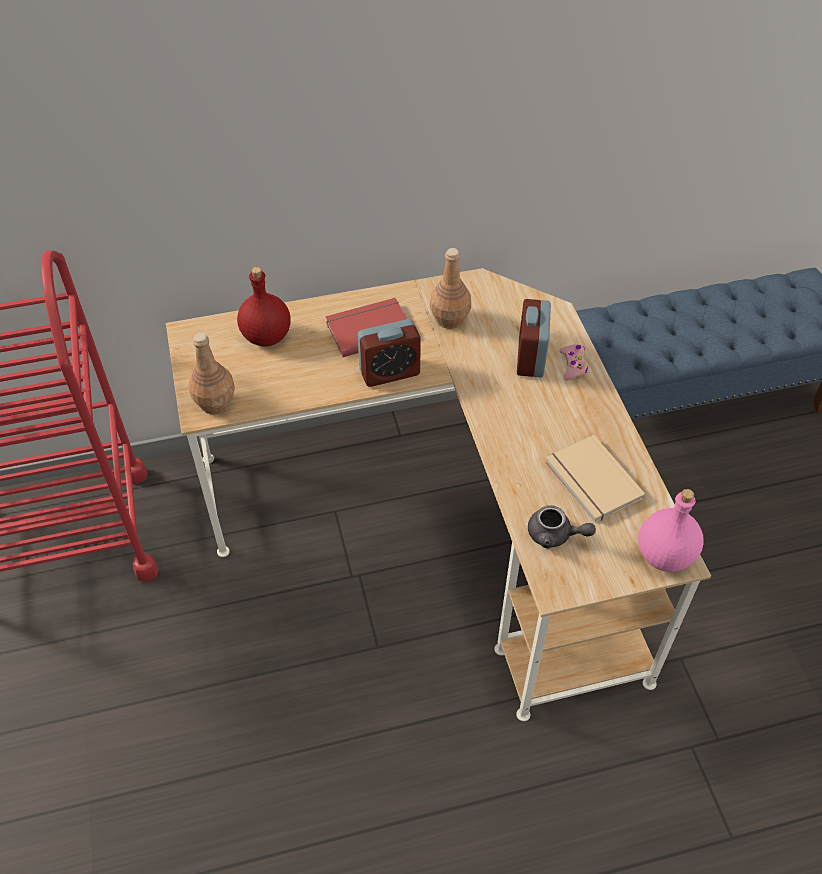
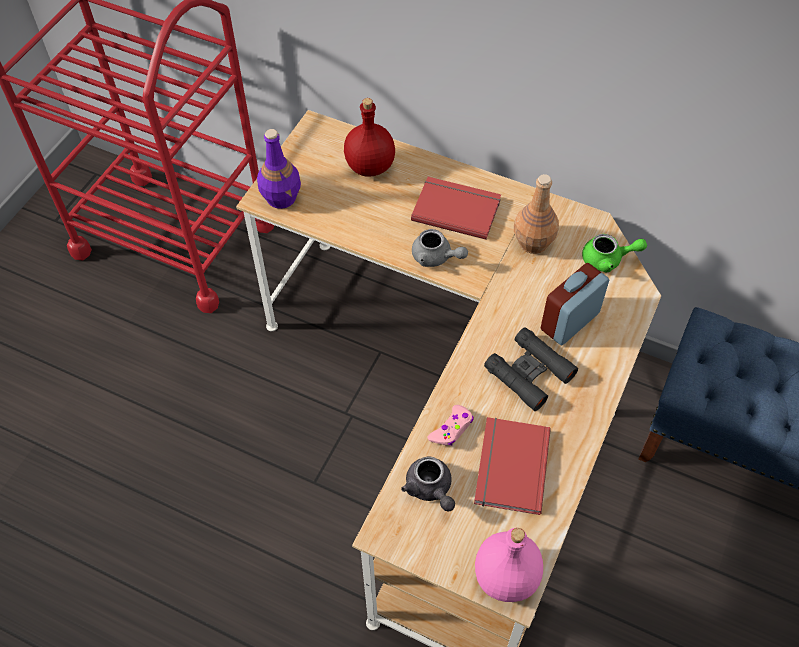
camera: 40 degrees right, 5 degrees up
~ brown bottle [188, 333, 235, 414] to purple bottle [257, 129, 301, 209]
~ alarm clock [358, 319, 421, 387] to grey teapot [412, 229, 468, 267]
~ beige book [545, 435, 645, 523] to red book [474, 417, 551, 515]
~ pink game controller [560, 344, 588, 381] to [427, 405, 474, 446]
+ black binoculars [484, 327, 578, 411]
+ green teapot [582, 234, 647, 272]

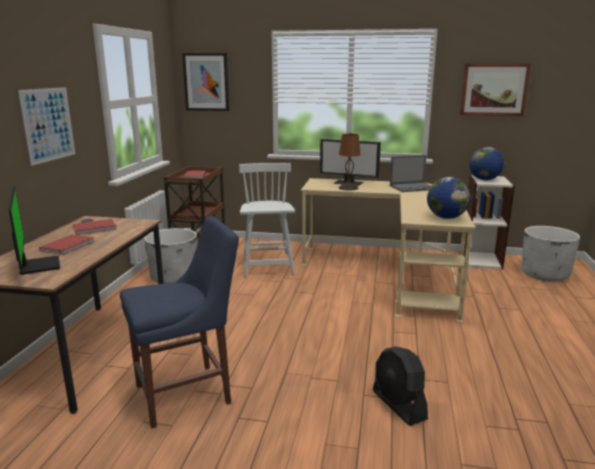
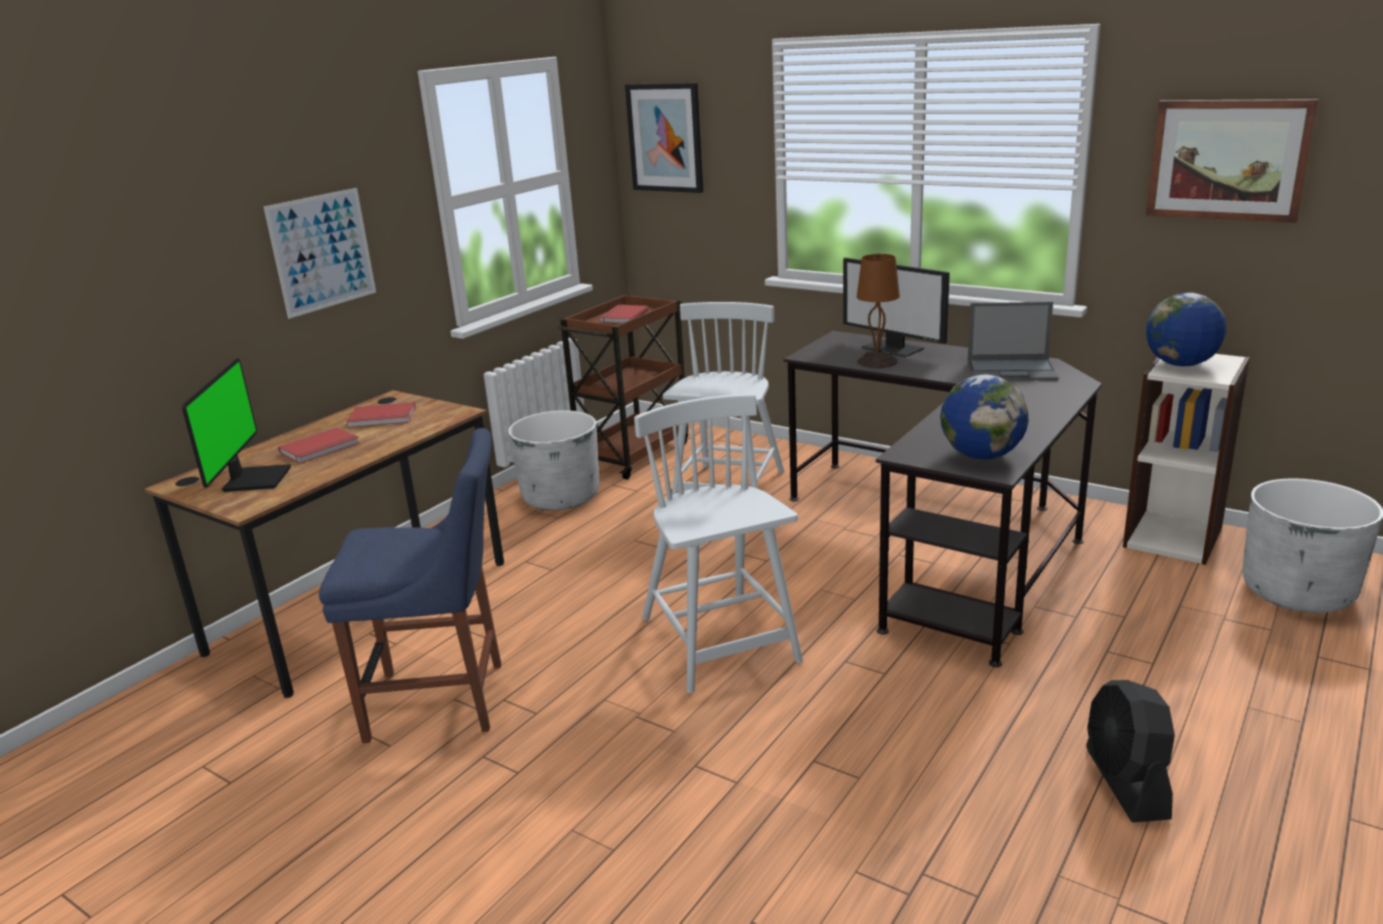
camera: 25 degrees right, 5 degrees up
~ beige desk [301, 178, 475, 322] to black desk [784, 331, 1102, 667]
~ black fan [373, 346, 428, 426] to [1086, 680, 1175, 823]
+ white chair [634, 394, 803, 694]

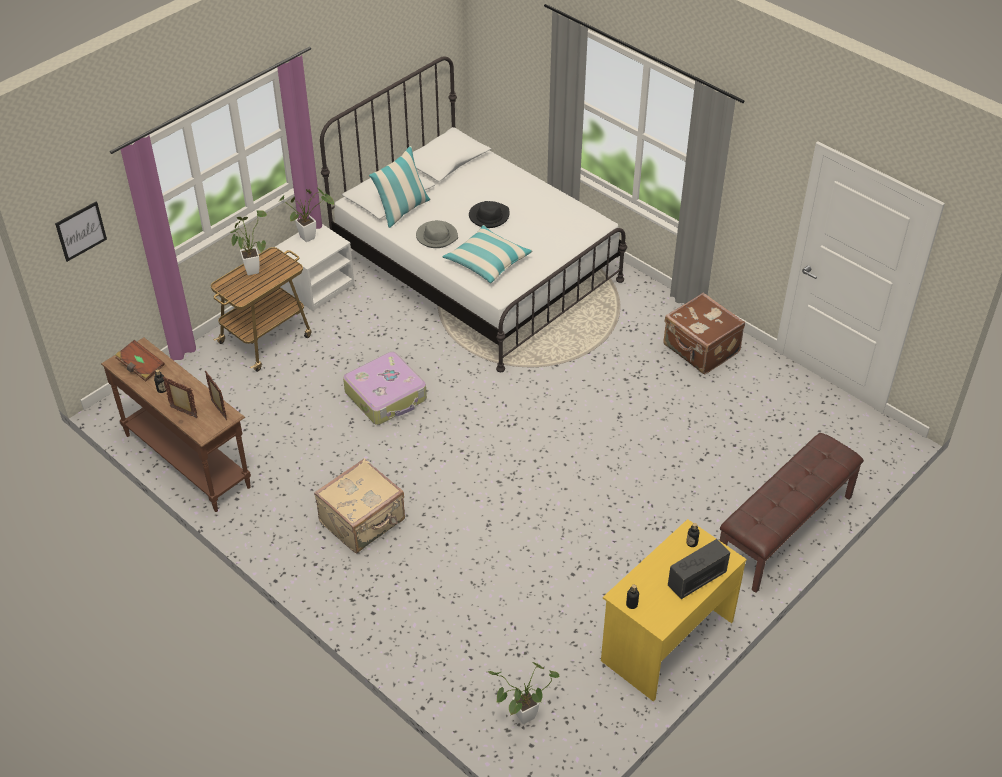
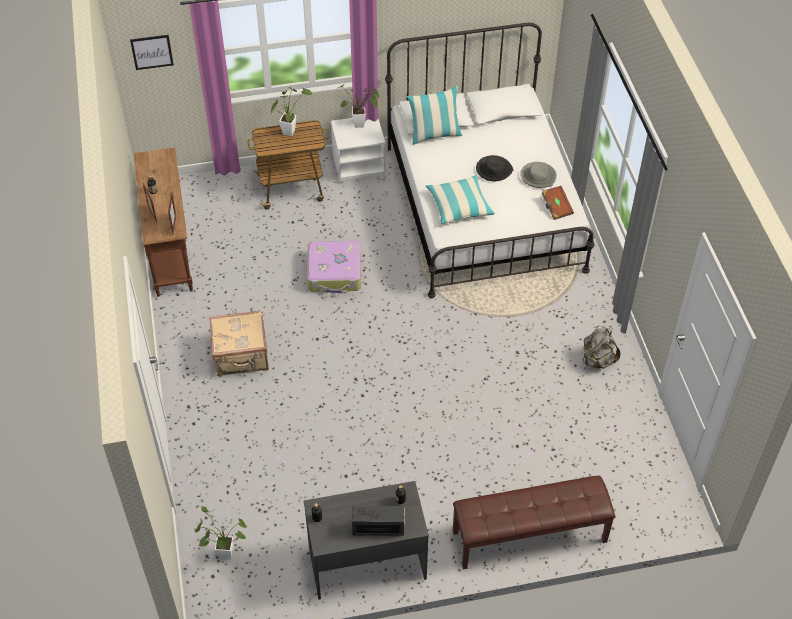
camera: 35 degrees right, 5 degrees up
~ brown book [115, 340, 165, 381] to [542, 186, 574, 220]
~ grey hat [416, 220, 458, 248] to [520, 162, 557, 188]
~ yellow desk [601, 519, 747, 702] to grey desk [304, 481, 429, 600]
~ brown suitcase [663, 293, 745, 374] to grey backpack [583, 326, 621, 369]

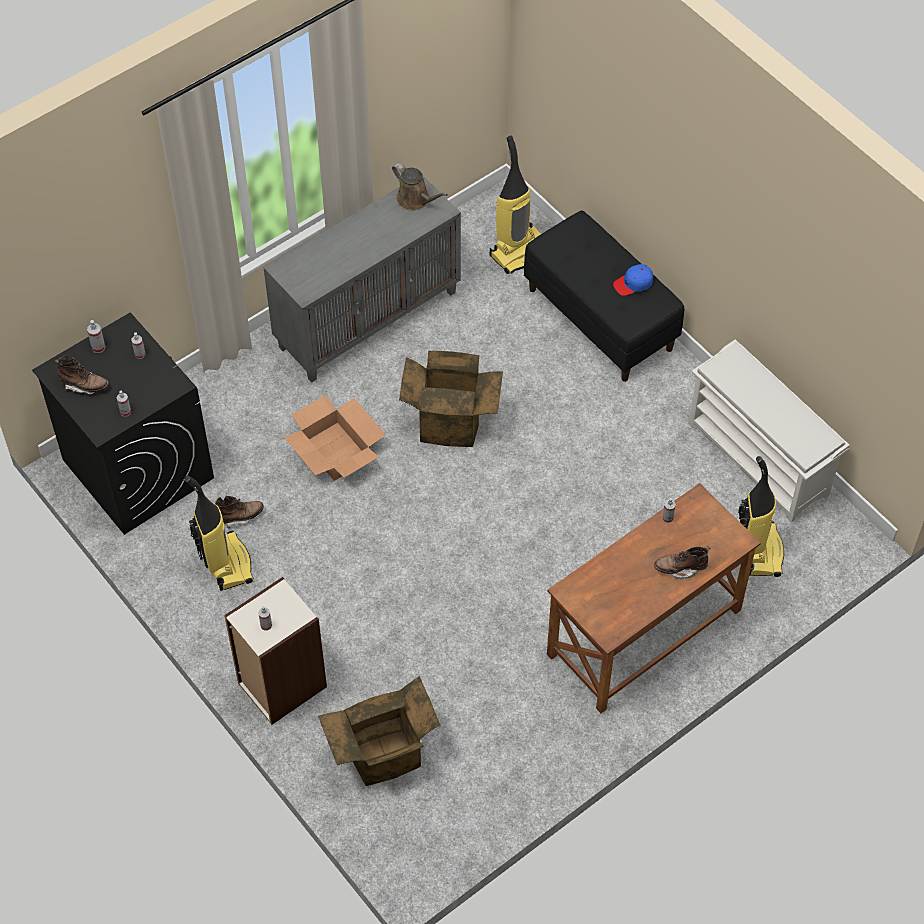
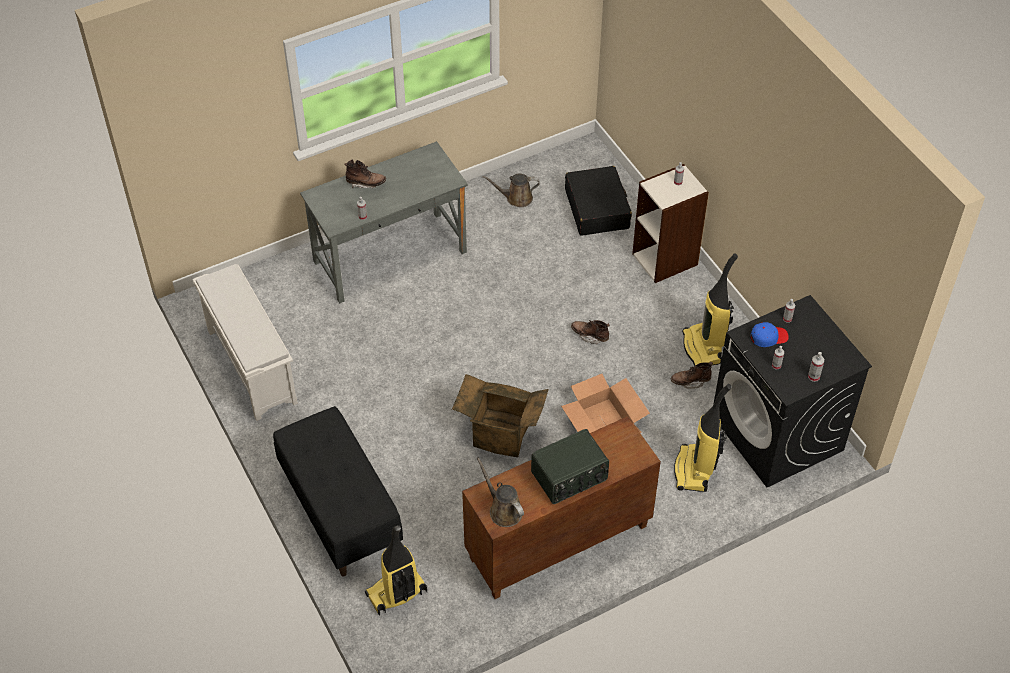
camera: 170 degrees left, 5 degrees down
~ brown boot [55, 355, 109, 395] to [571, 320, 610, 344]
~ grey cabinet [264, 176, 461, 383] to brown cabinet [462, 416, 661, 599]
~ cardboard box [318, 676, 440, 786] to black suitcase [565, 166, 632, 236]
~ brown desk [547, 483, 761, 713] to grey desk [300, 141, 468, 304]
~ blue cap [613, 264, 653, 296] to [751, 322, 789, 347]
~ vacuum cleaner [738, 456, 784, 577] to [674, 384, 731, 492]
+ brown watering can [482, 174, 540, 207]
+ radio [531, 429, 609, 504]

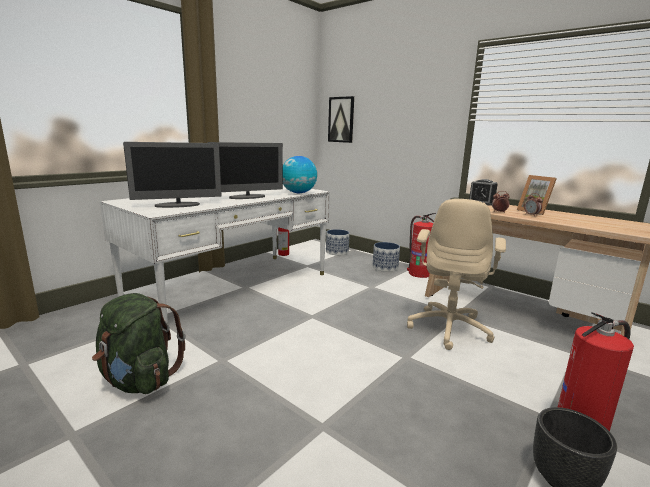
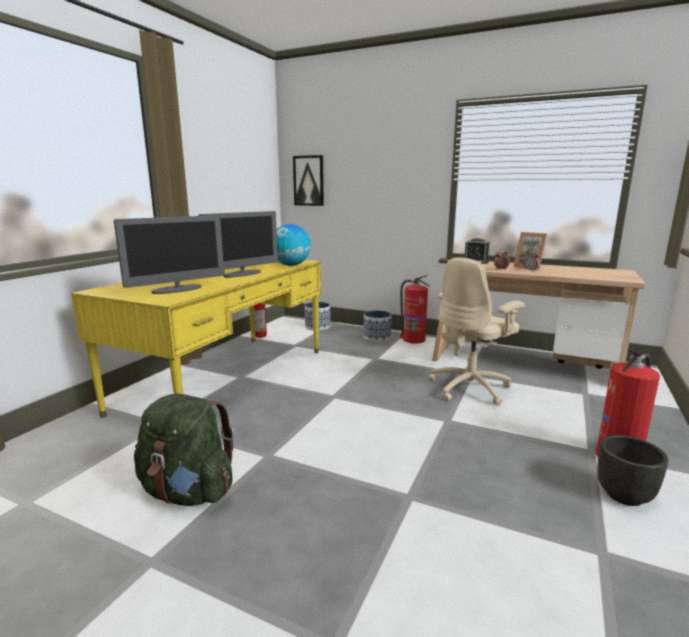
camera: 15 degrees left, 0 degrees up
~ white desk [100, 185, 330, 323] to yellow desk [71, 260, 321, 418]
~ beige office chair [407, 199, 506, 350] = [429, 257, 525, 406] 45 degrees clockwise

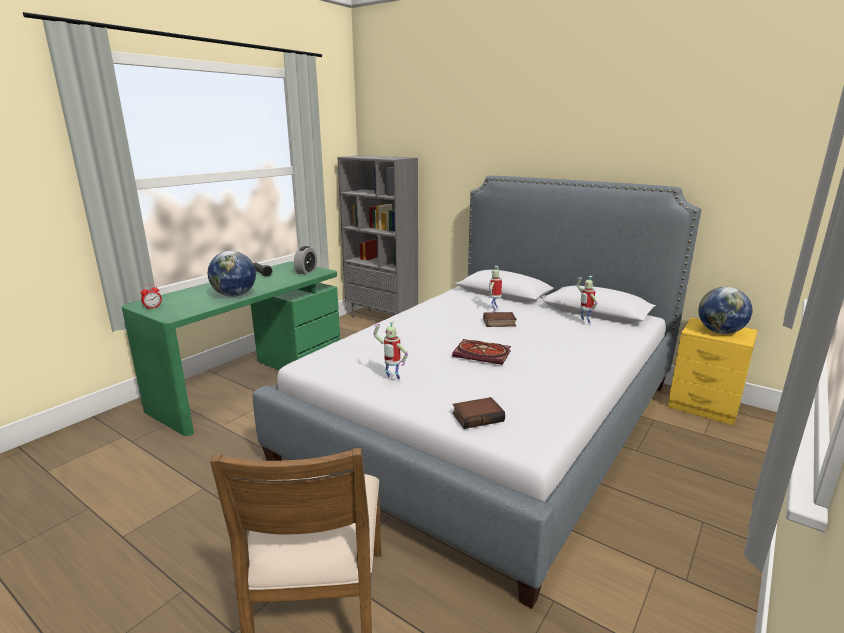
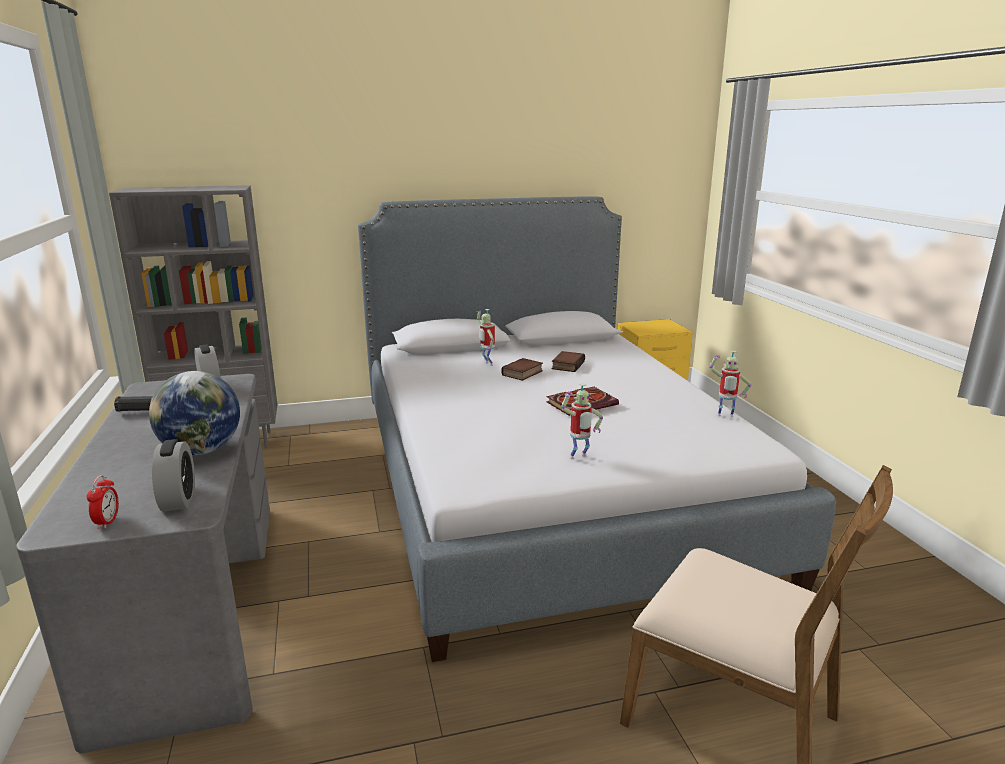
camera: 50 degrees left, 0 degrees up
~ green desk [122, 262, 340, 436] to grey desk [16, 374, 270, 753]
~ book [452, 397, 505, 429] to [552, 351, 585, 372]
~ toy robot [576, 276, 598, 325] to [709, 351, 751, 417]
- globe [699, 287, 752, 334]
+ alarm clock [152, 439, 195, 512]

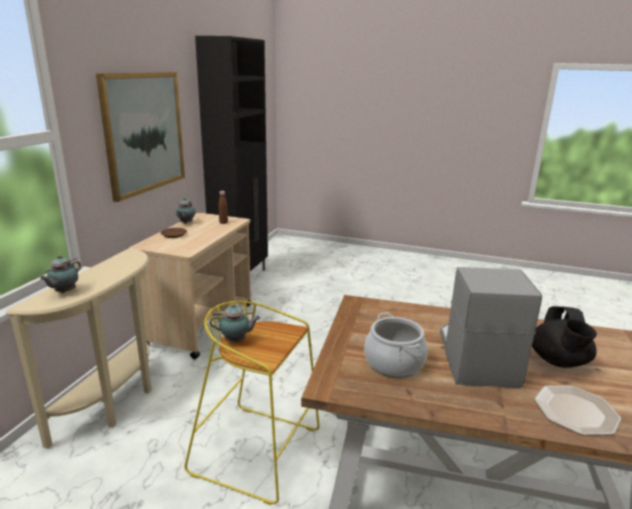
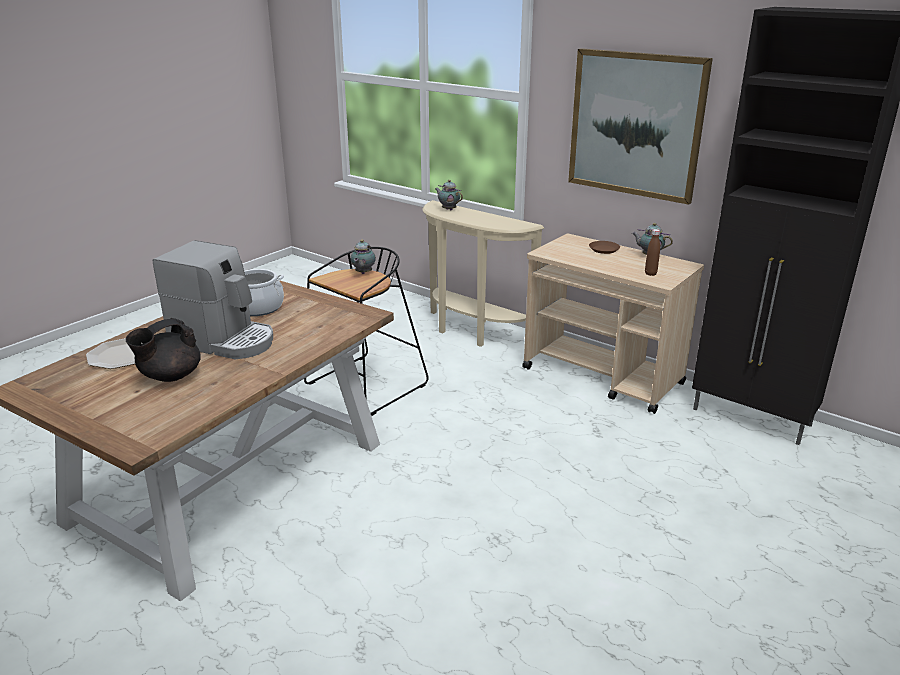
camera: 110 degrees right, 5 degrees up
~ yellow stool [184, 301, 320, 505] to black stool [304, 247, 429, 416]
~ black teapot [532, 306, 597, 368] = [126, 318, 201, 382] 75 degrees counterclockwise

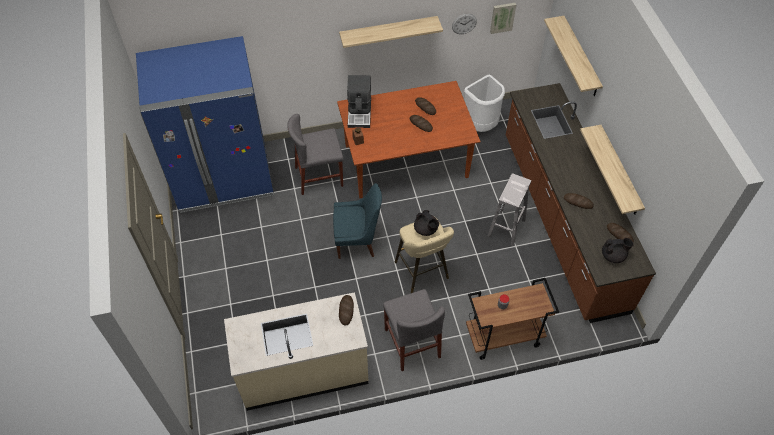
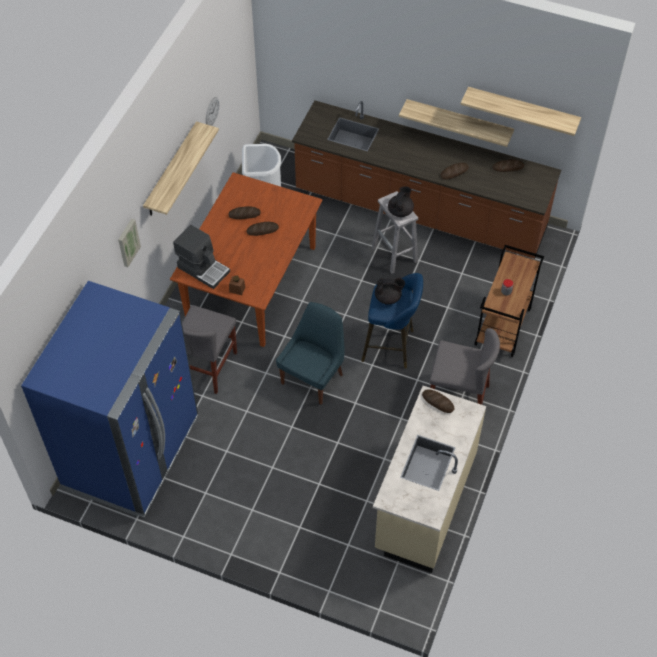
camera: 55 degrees left, 0 degrees up
~ beige stool [395, 217, 454, 293] to blue stool [361, 273, 423, 369]
~ picture [490, 3, 516, 34] to [118, 219, 141, 267]
~ shelf [544, 16, 603, 96] to [460, 87, 581, 136]
~ black teapot [602, 238, 634, 263] to [388, 186, 414, 217]

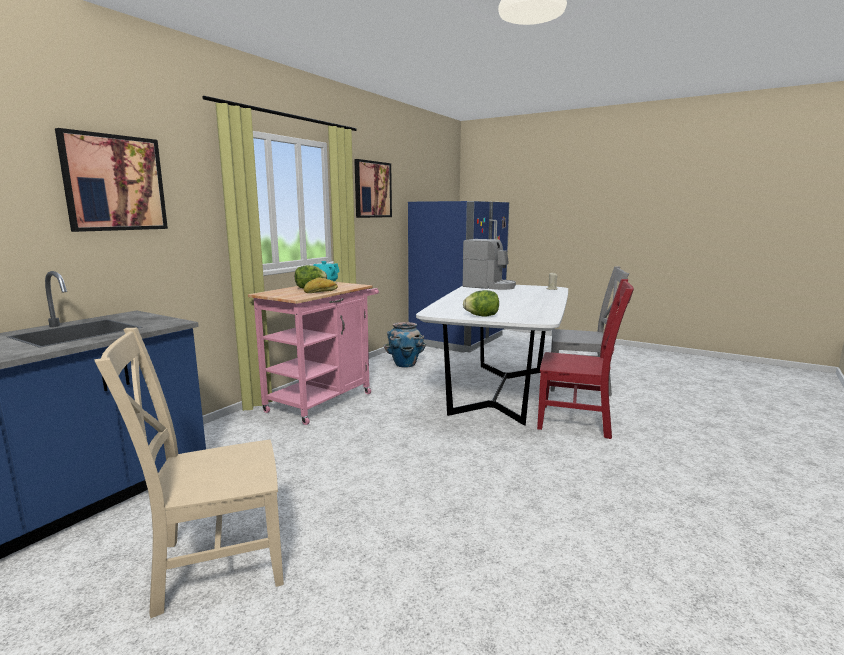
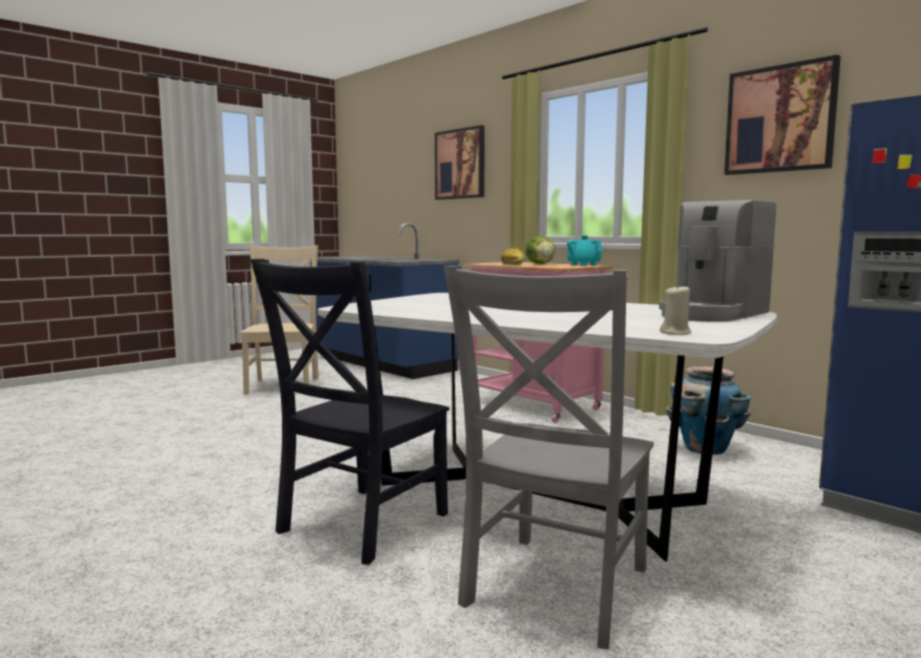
camera: 105 degrees right, 5 degrees down
- lettuce [463, 290, 499, 317]
~ red chair [537, 279, 634, 439] to black chair [250, 259, 450, 565]

